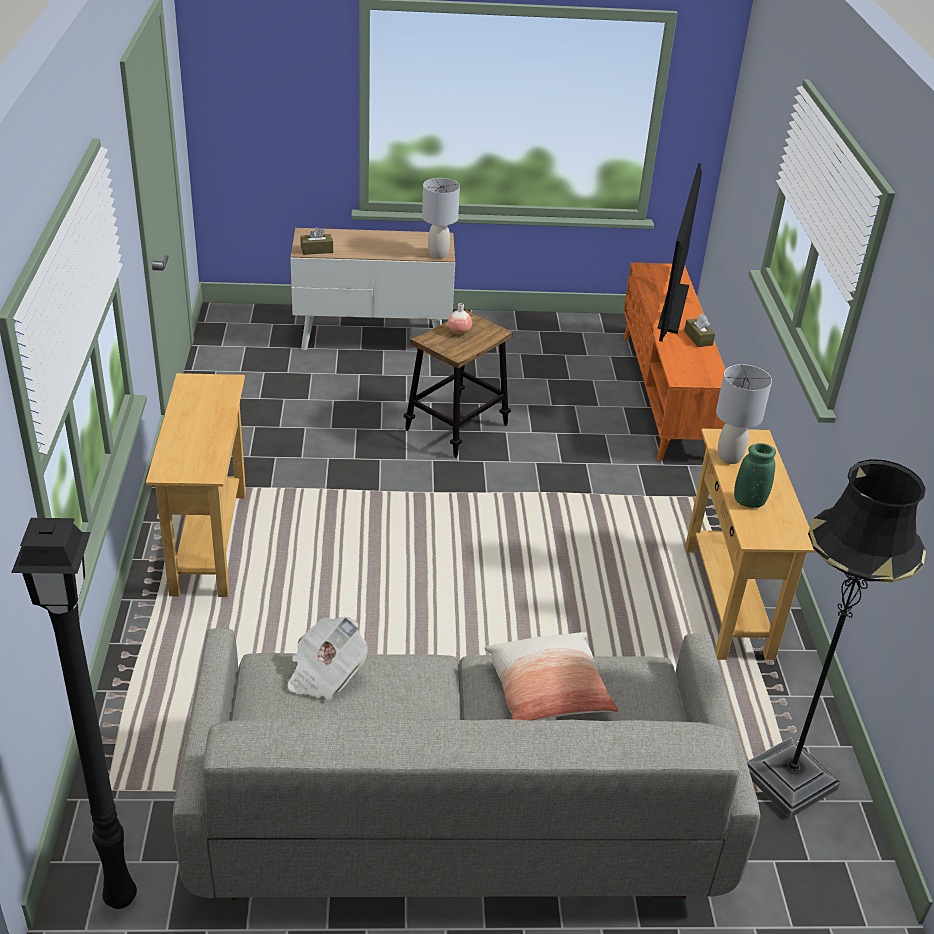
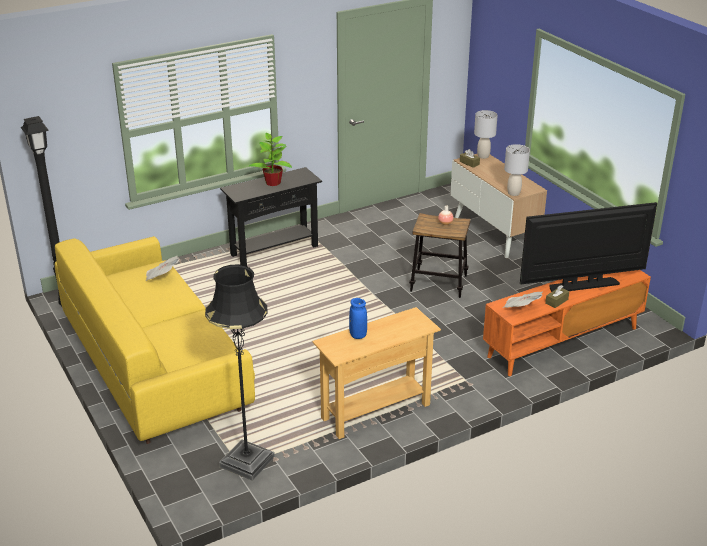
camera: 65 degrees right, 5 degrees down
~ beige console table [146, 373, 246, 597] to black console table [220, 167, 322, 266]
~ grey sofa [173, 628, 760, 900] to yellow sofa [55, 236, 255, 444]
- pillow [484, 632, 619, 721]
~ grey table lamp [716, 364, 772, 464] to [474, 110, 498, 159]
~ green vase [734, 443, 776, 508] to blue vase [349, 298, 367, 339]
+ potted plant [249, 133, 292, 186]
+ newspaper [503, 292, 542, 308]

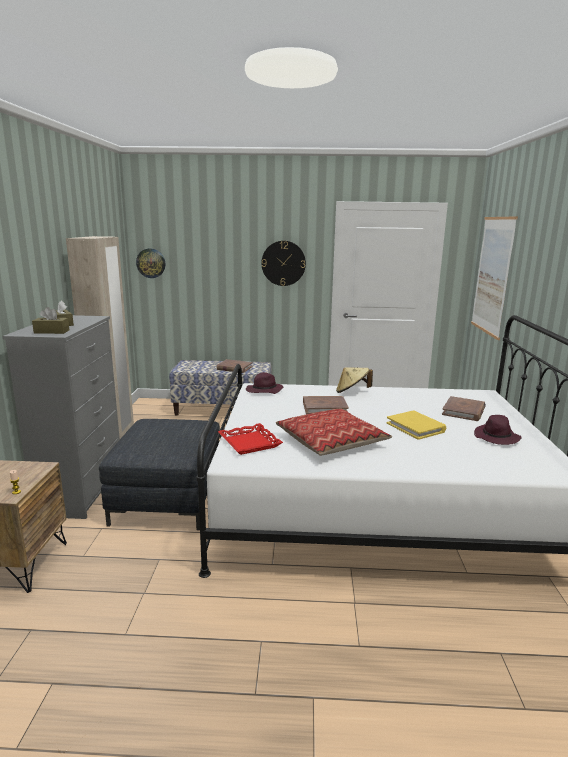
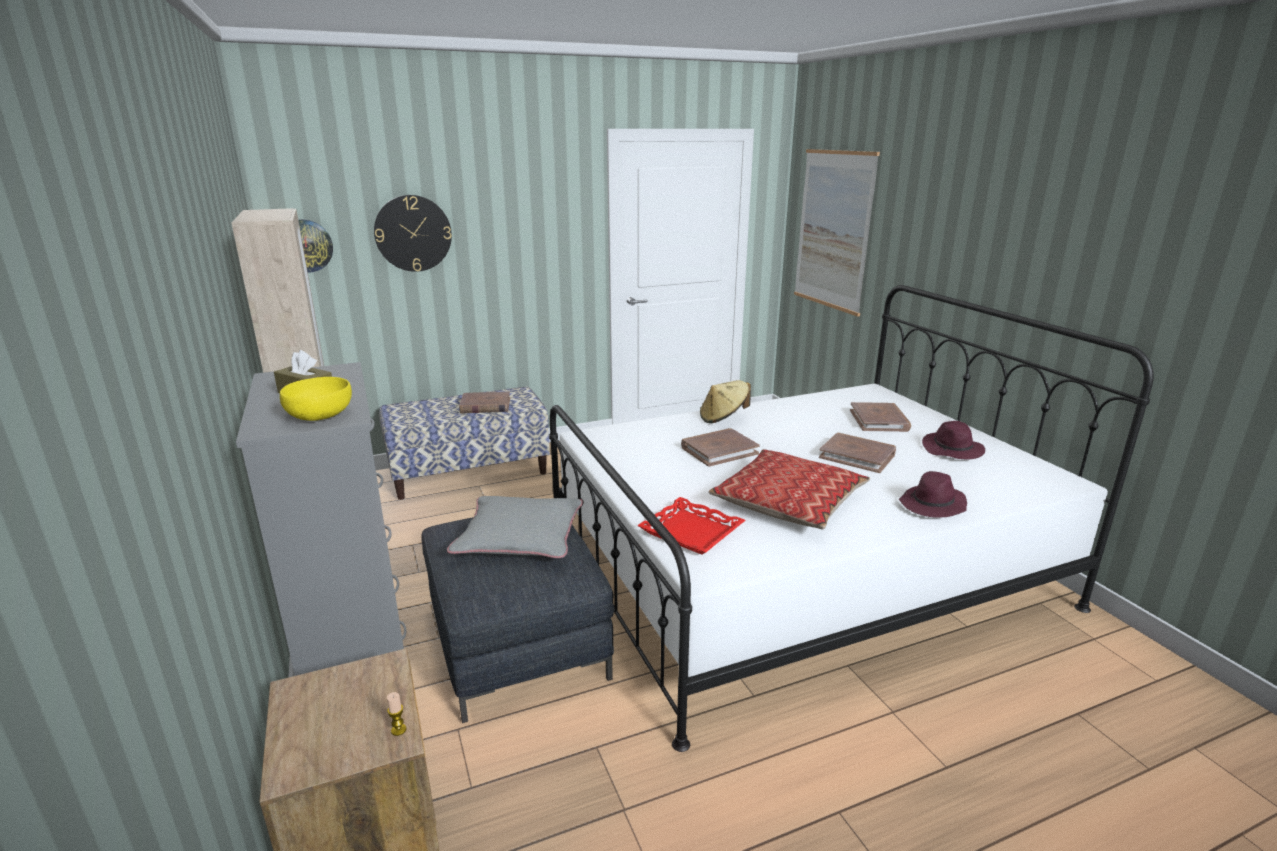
camera: 25 degrees left, 5 degrees up
~ brown tissue box [32, 307, 69, 334] to yellow bowl [280, 377, 352, 421]
~ purple hat [246, 372, 283, 394] to [899, 471, 967, 518]
~ wall clock [261, 241, 306, 286] to [374, 195, 452, 272]
~ yellow book [386, 411, 446, 440] to brown book [819, 433, 896, 473]
+ grey pillow [447, 496, 583, 558]

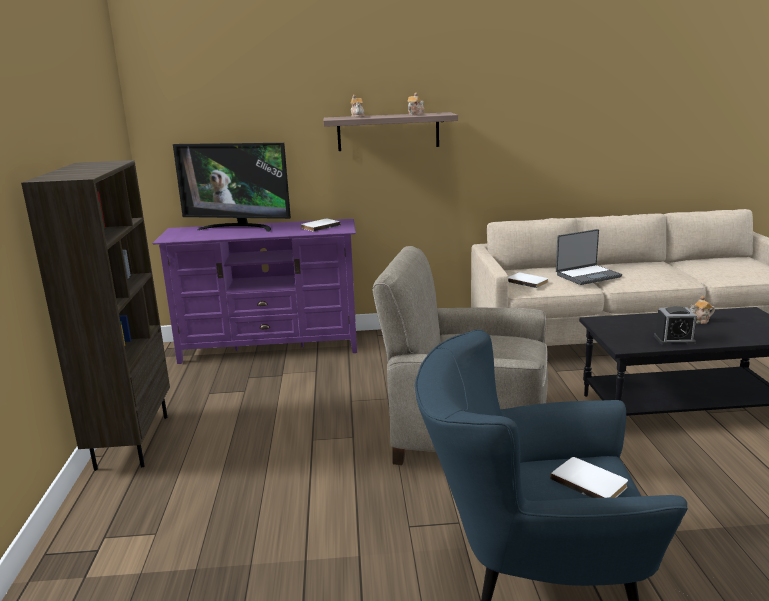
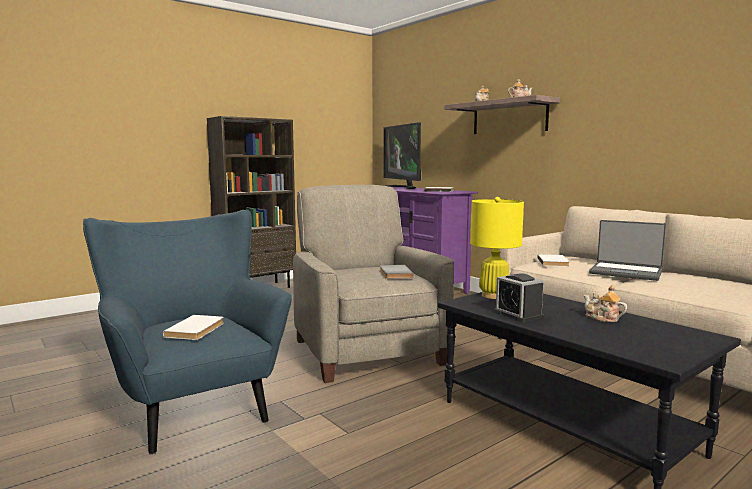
camera: 55 degrees right, 10 degrees down
+ grey book [380, 265, 414, 279]
+ yellow table lamp [470, 197, 524, 299]

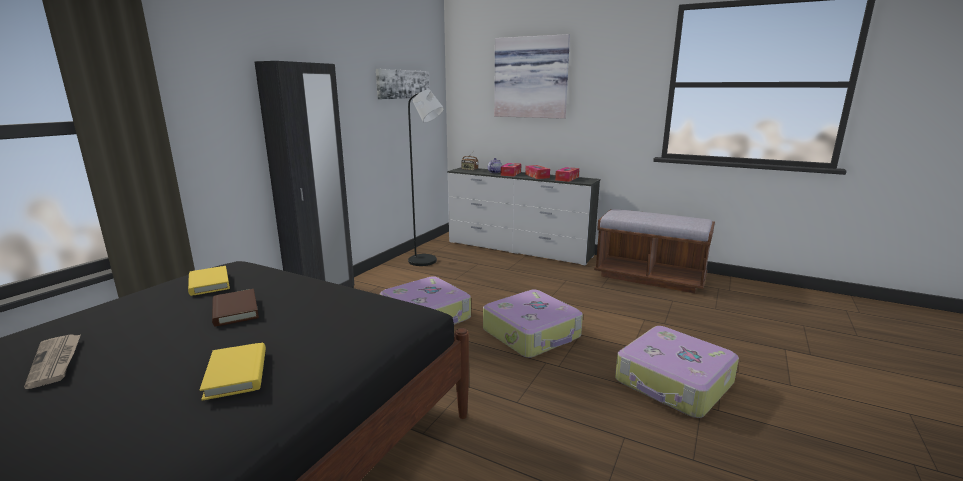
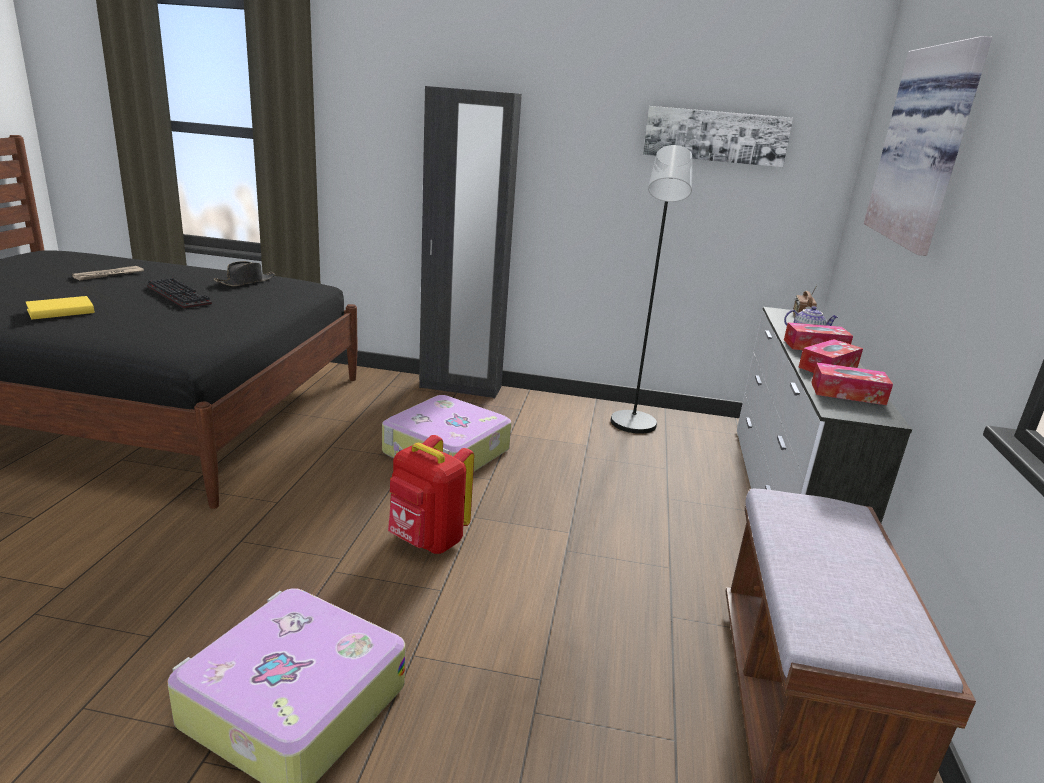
camera: 70 degrees right, 5 degrees up
~ yellow book [188, 266, 230, 296] to black hat [214, 261, 275, 286]
~ brown book [212, 289, 259, 326] to keyboard [147, 278, 212, 309]
~ suitcase [483, 289, 583, 358] to red backpack [388, 435, 474, 554]

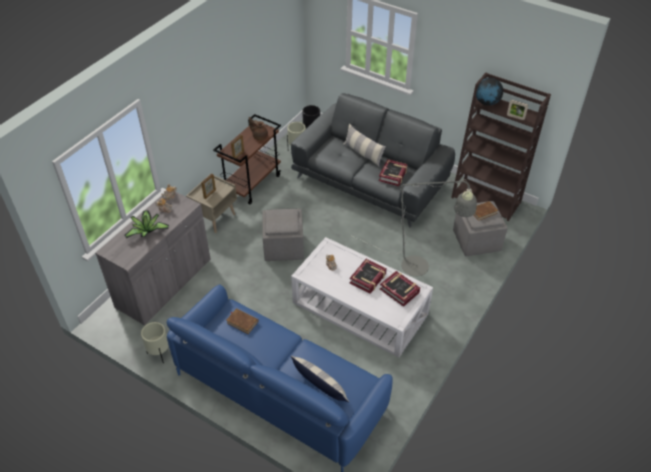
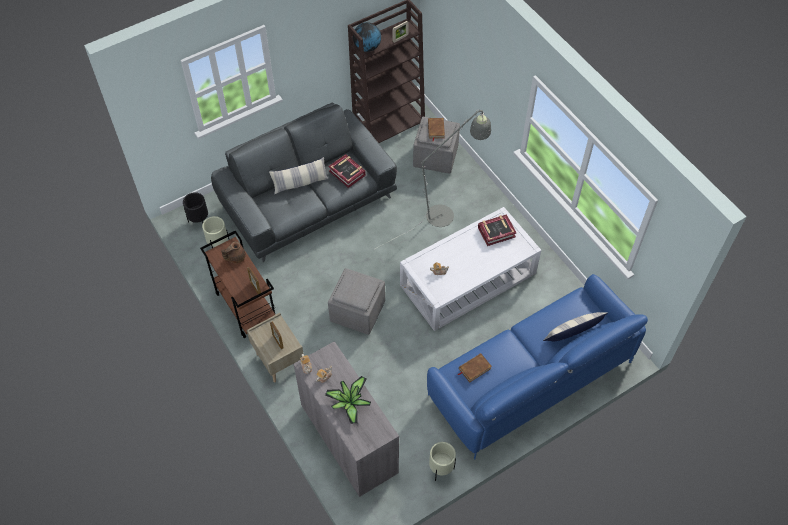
camera: 65 degrees left, 10 degrees up
- book [350, 259, 387, 294]

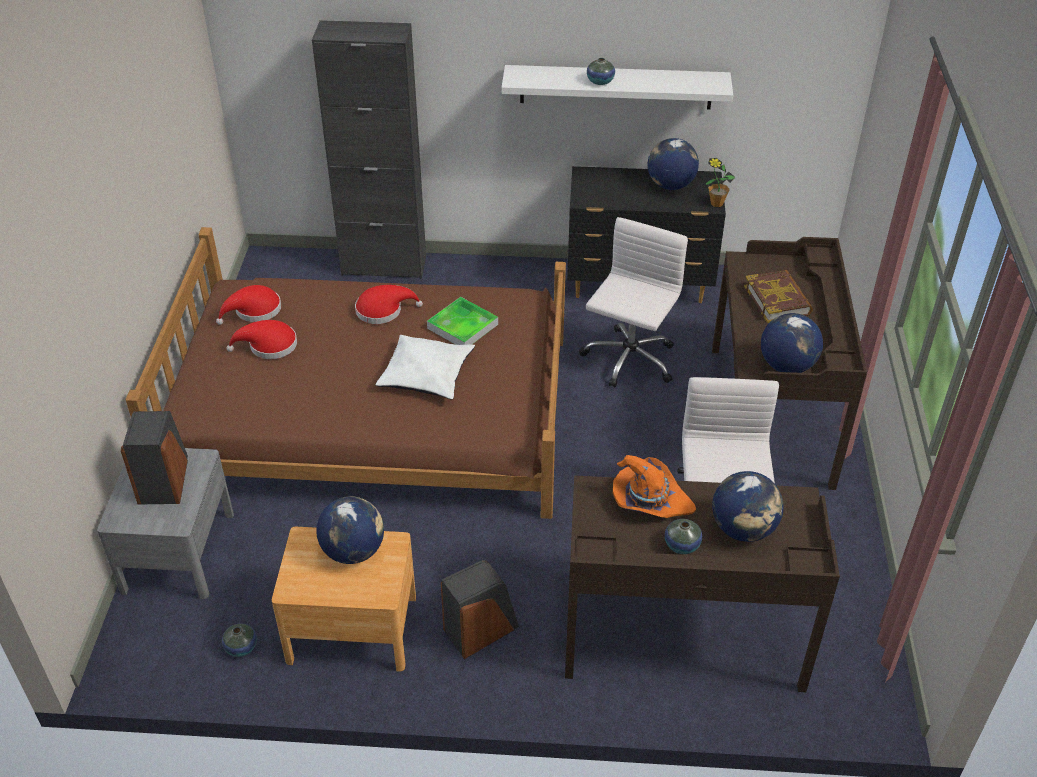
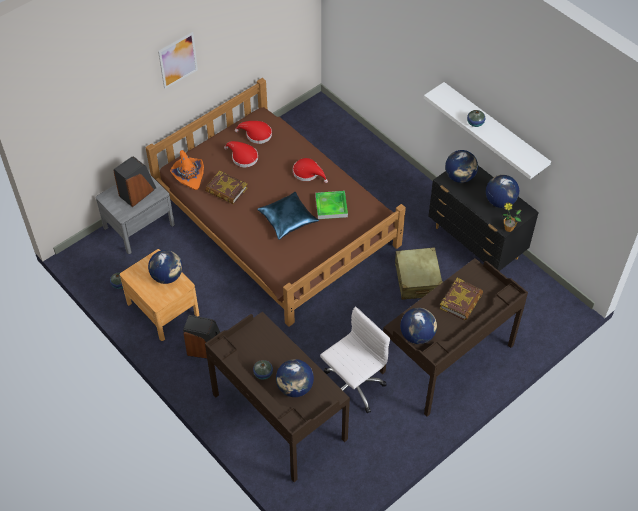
camera: 45 degrees right, 10 degrees up
- black cabinet [312, 20, 426, 279]
~ white pillow [376, 335, 475, 399] to blue pillow [257, 192, 319, 240]
~ white office chair [579, 217, 688, 388] to beige suitcase [395, 247, 443, 300]
~ orange hat [613, 455, 696, 518] to [170, 150, 204, 190]
+ picture [158, 32, 198, 89]
+ book [205, 171, 247, 204]
+ globe [445, 150, 478, 183]

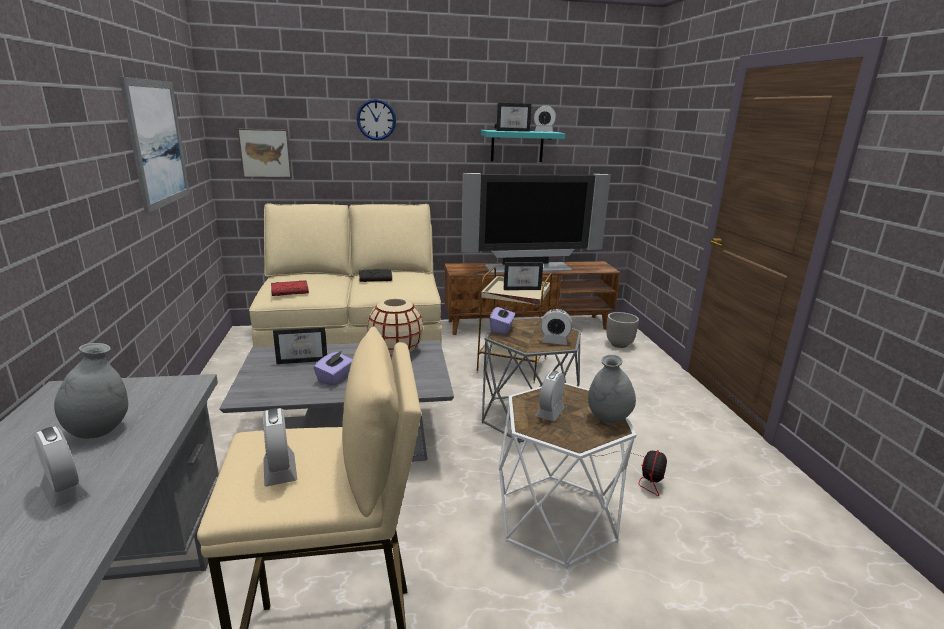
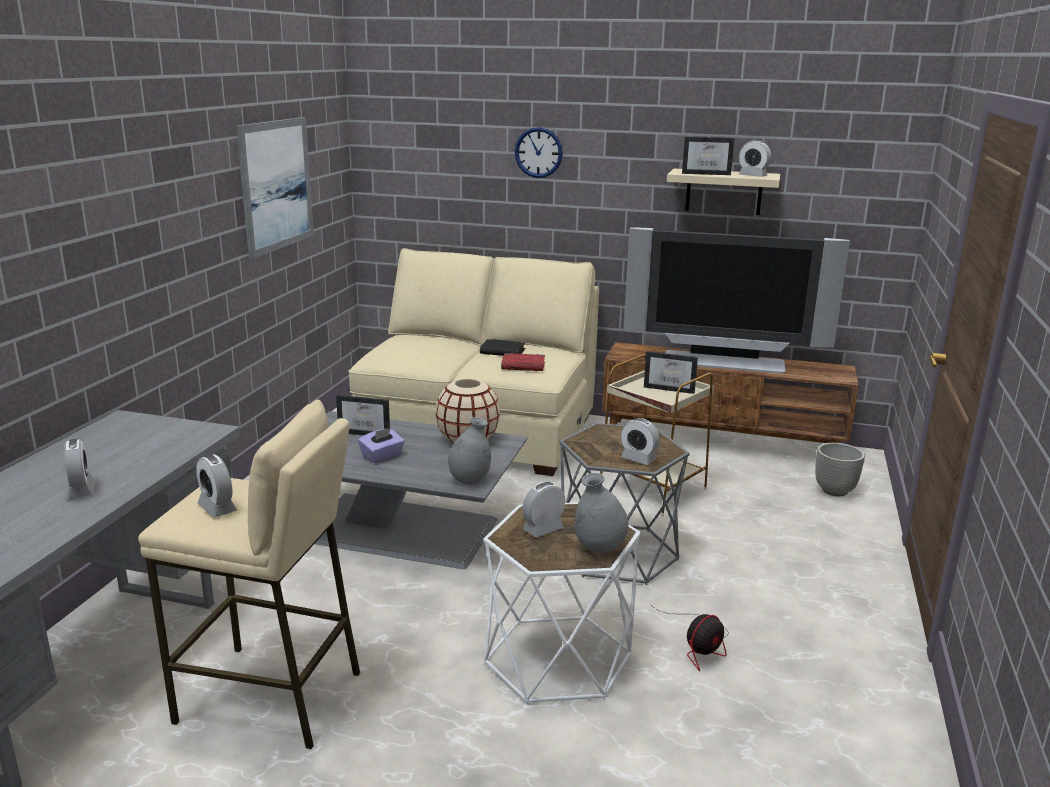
camera: 25 degrees right, 0 degrees up
~ grey vase [54, 343, 128, 439] to [448, 417, 491, 484]
- picture [238, 129, 292, 178]
~ alarm clock [263, 408, 297, 487] = [196, 454, 238, 518] 45 degrees counterclockwise
~ red book [271, 280, 309, 296] to [501, 353, 545, 371]
~ turquoise shelf [481, 130, 565, 162] to beige shelf [667, 169, 780, 215]
- purple tissue box [489, 305, 515, 334]

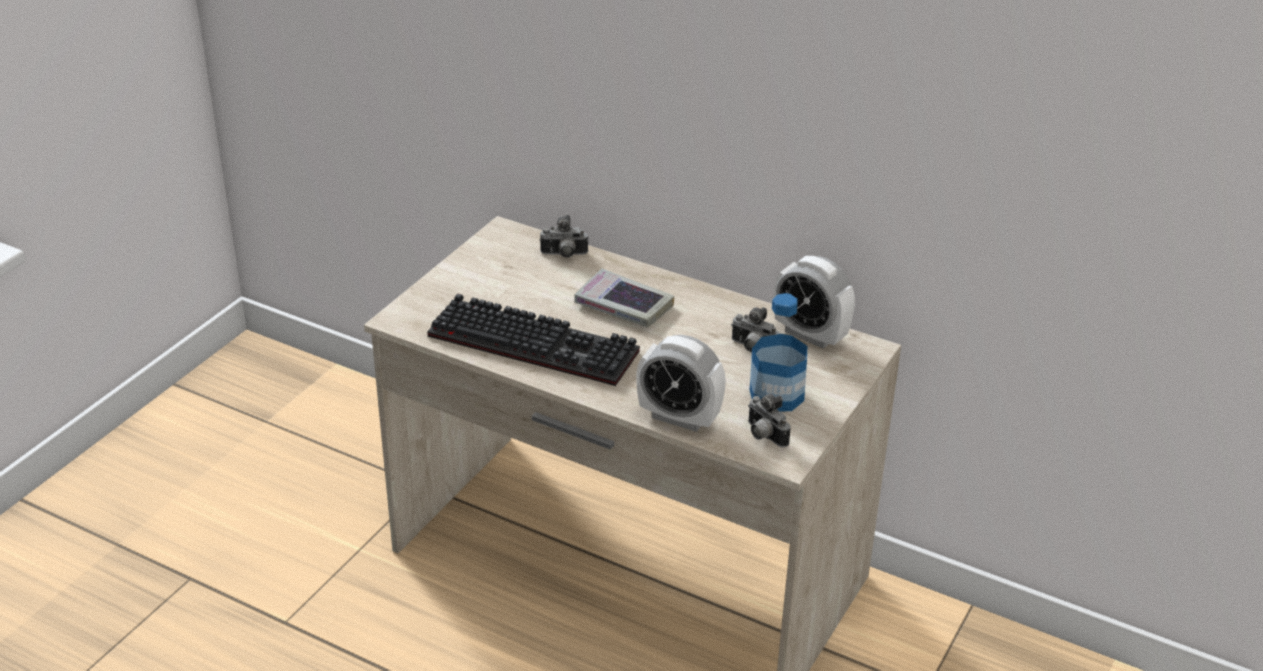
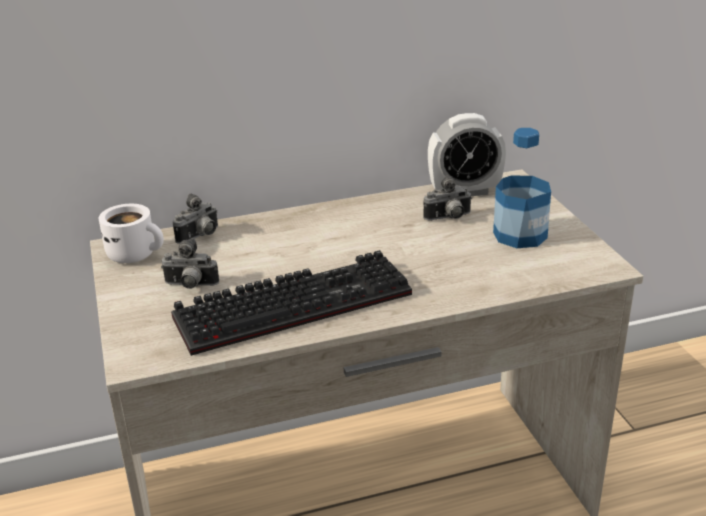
camera: 45 degrees left, 5 degrees down
- book [574, 269, 674, 328]
- alarm clock [636, 335, 726, 432]
~ photo camera [748, 393, 791, 447] to [161, 238, 219, 289]
+ white mug [98, 204, 164, 263]

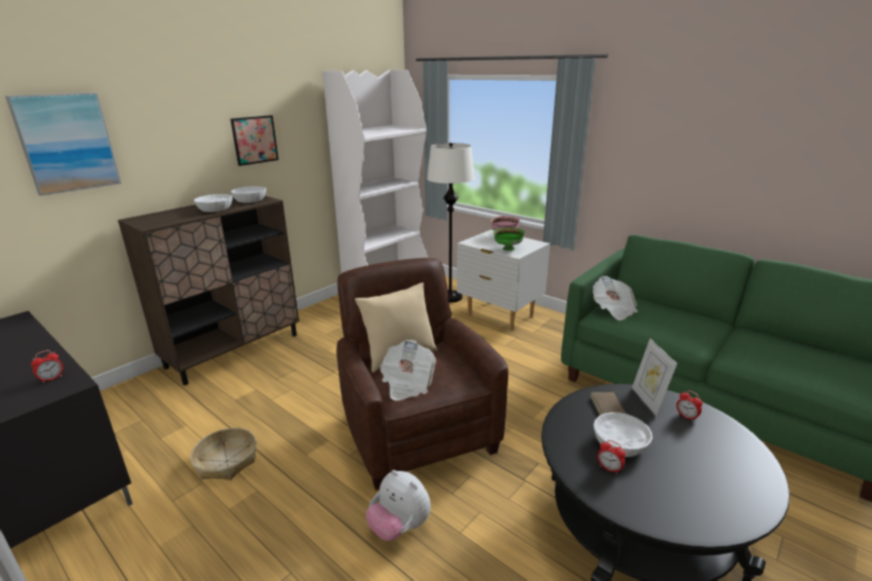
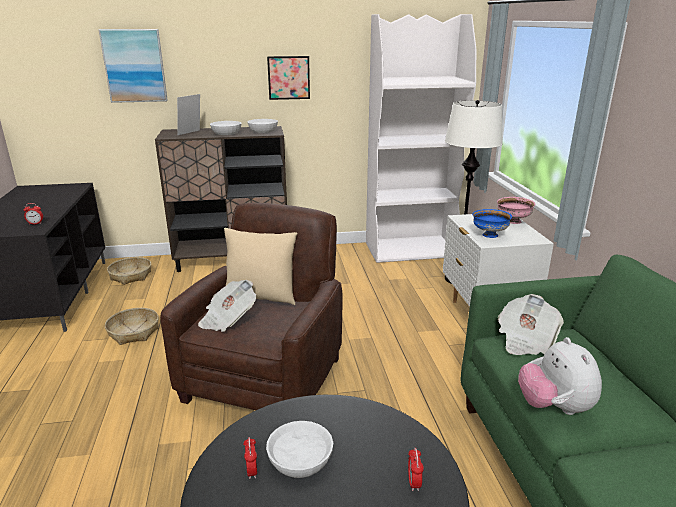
camera: 40 degrees right, 0 degrees up
~ plush toy [366, 470, 431, 541] to [518, 337, 602, 415]
~ green bowl [493, 228, 525, 251] to blue bowl [472, 209, 512, 238]
- brown book [591, 391, 626, 415]
~ picture frame [632, 339, 677, 416] to [177, 94, 200, 135]
+ basket [107, 257, 151, 285]

